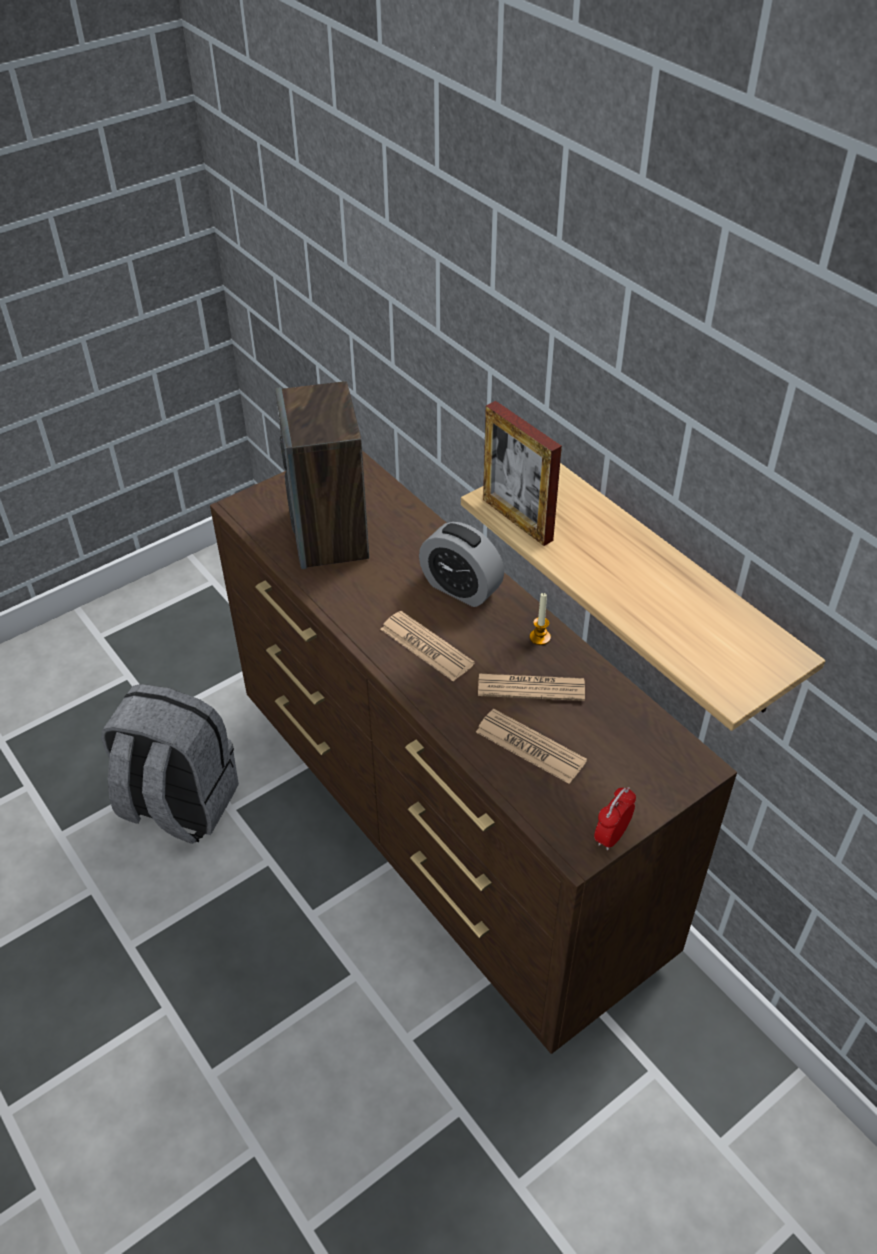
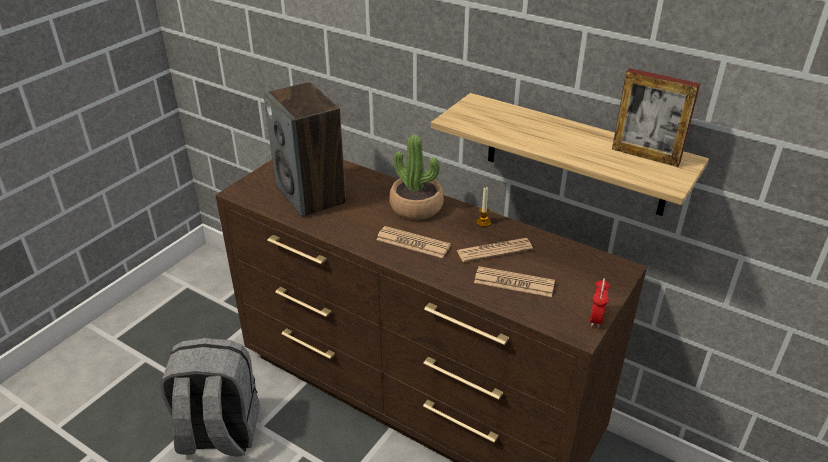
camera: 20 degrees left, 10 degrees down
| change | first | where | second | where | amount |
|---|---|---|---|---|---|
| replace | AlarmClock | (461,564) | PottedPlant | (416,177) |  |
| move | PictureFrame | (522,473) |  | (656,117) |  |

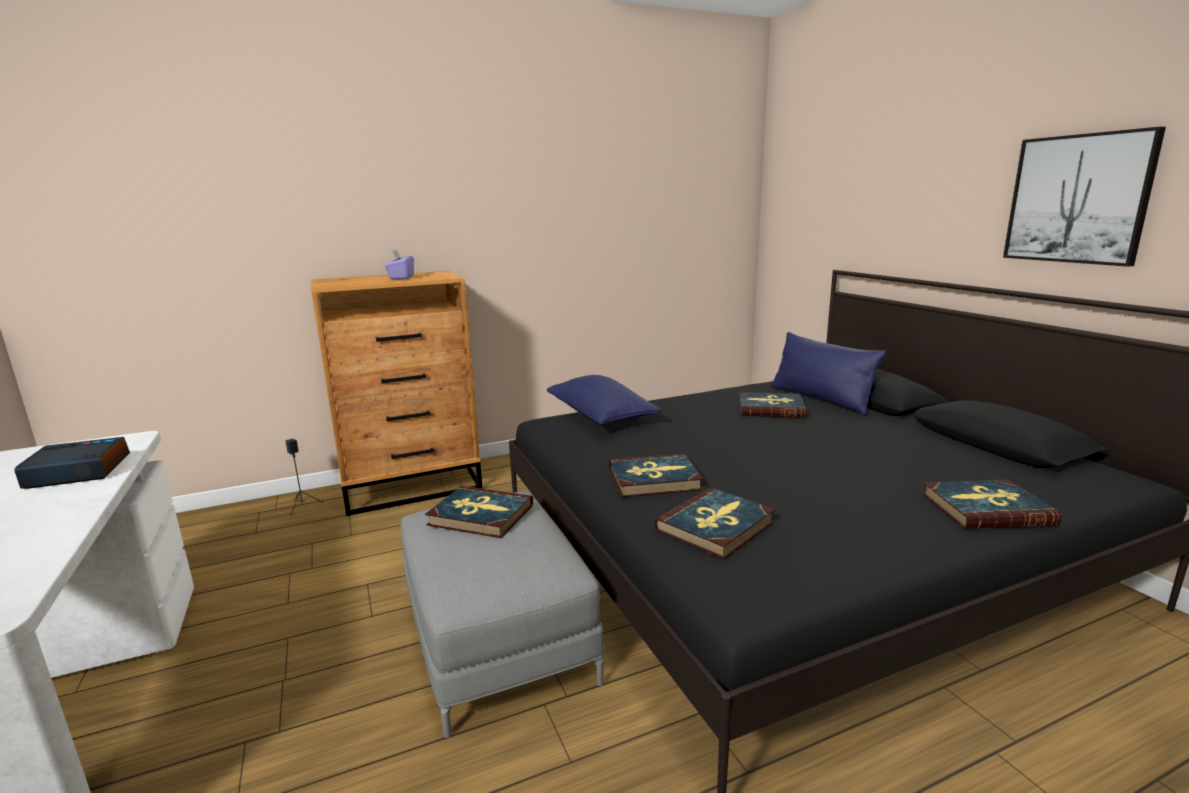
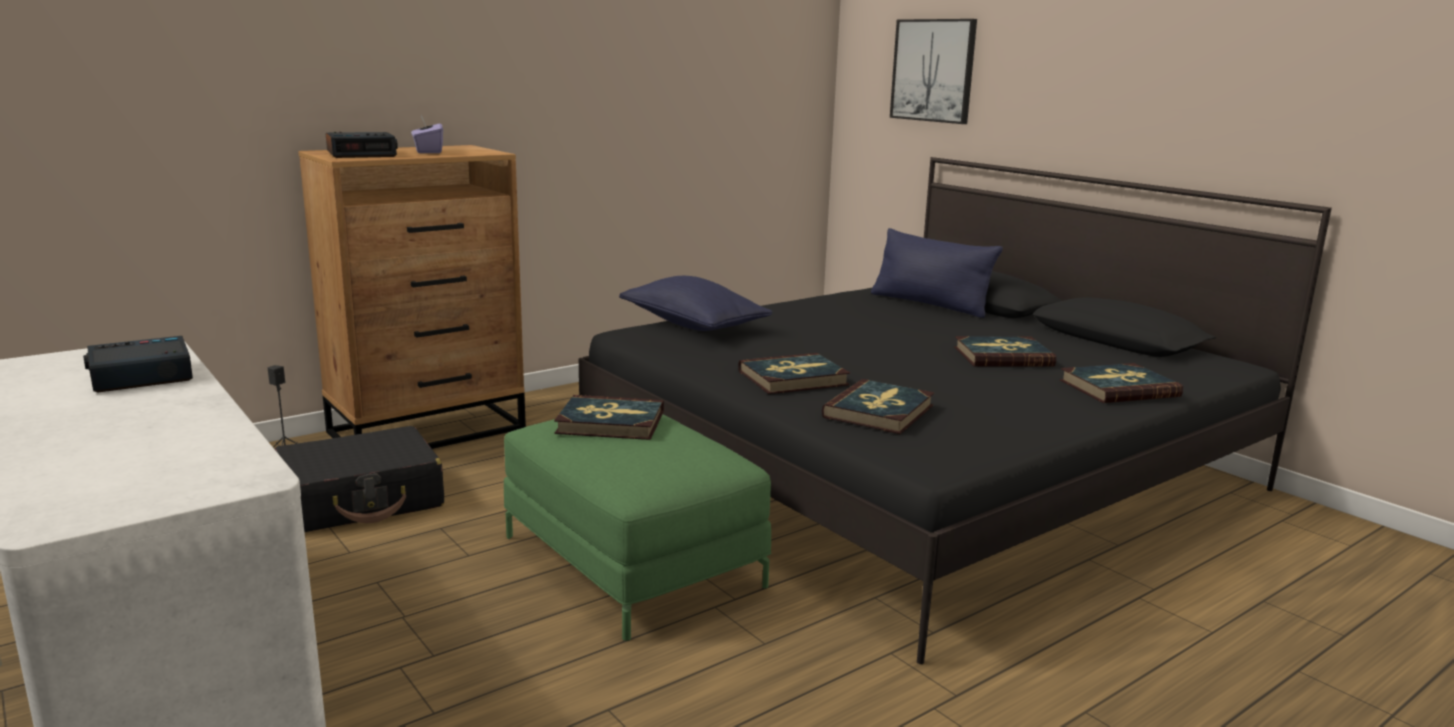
camera: 15 degrees left, 0 degrees up
| change | first | where | second | where | amount |
|---|---|---|---|---|---|
| insert |  |  | BlackSuitcase | (359,479) |  |
| insert |  |  | AlarmClock | (362,145) |  |
| recolor | GreyOttoman | (502,614) | GreenOttoman | (637,527) |  |
| move | Picture | (1084,197) |  | (933,71) |  |
| move | Book | (773,405) |  | (1005,351) |  |

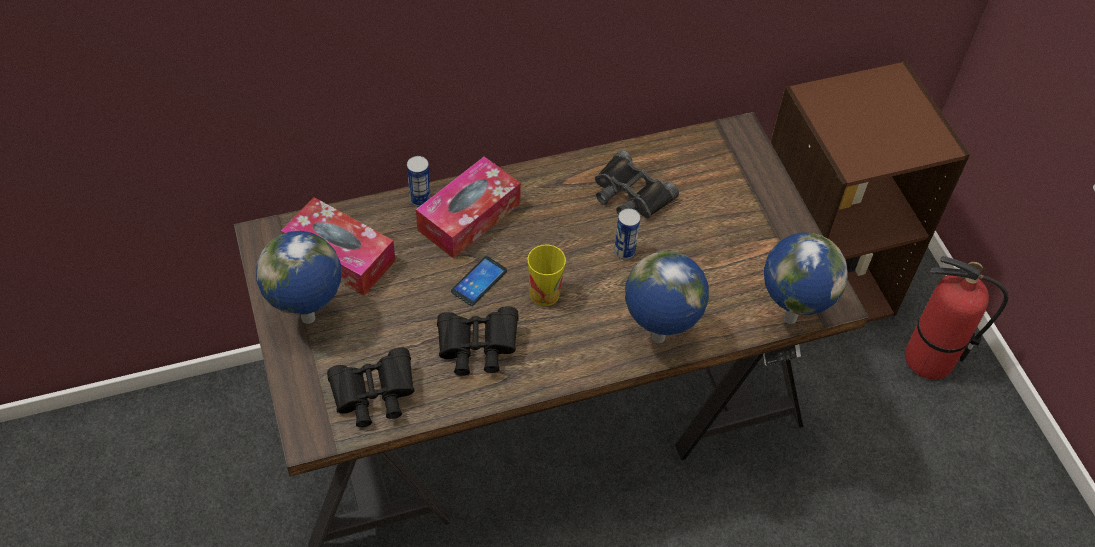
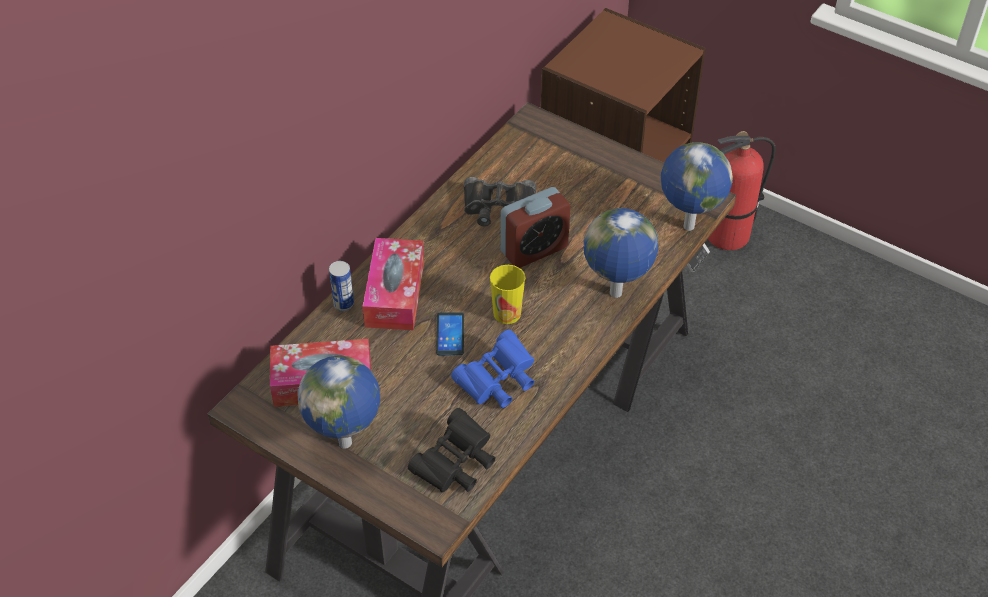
camera: 35 degrees left, 5 degrees down
| change | first | where | second | where | amount |
|---|---|---|---|---|---|
| recolor | BlackBinoculars | (478,340) | BlueBinoculars | (492,368) |  |
| replace | Can | (627,234) | AlarmClock | (535,227) |  |

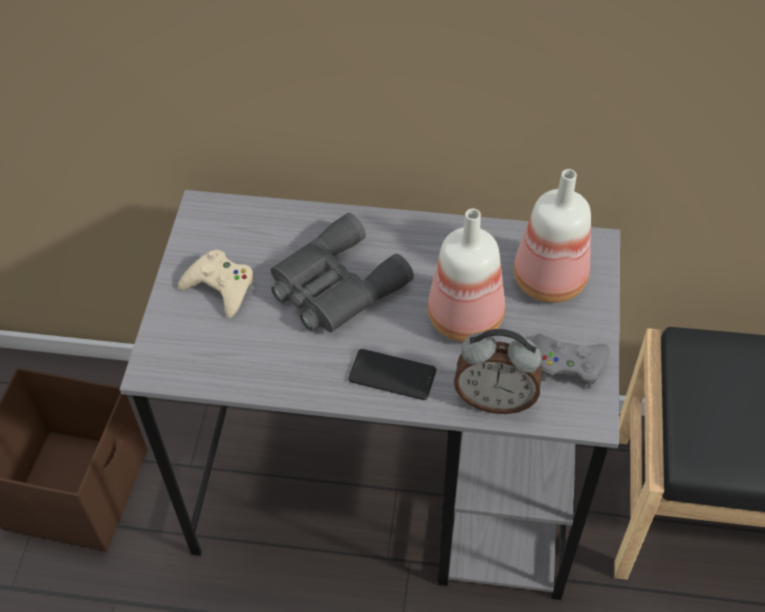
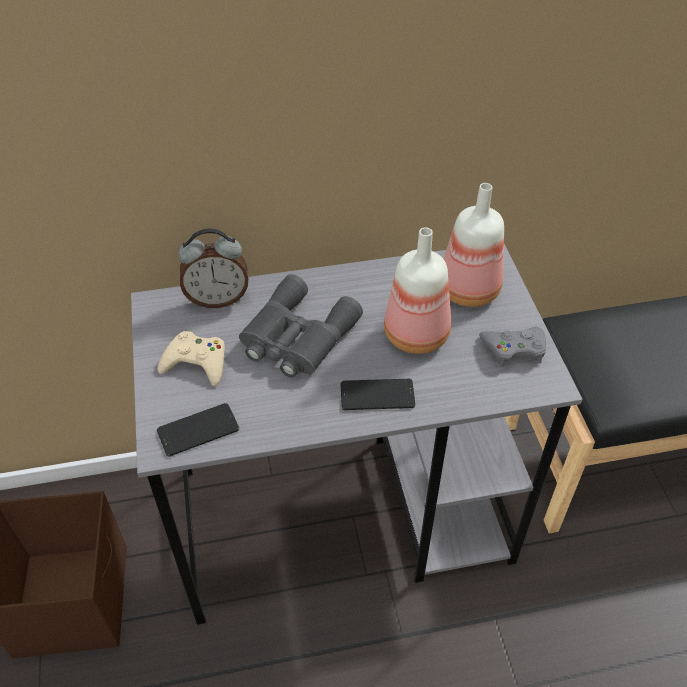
camera: 20 degrees left, 5 degrees down
| change | first | where | second | where | amount |
|---|---|---|---|---|---|
| insert |  |  | Phone | (198,429) |  |
| move | AlarmClock | (498,371) |  | (213,268) |  |

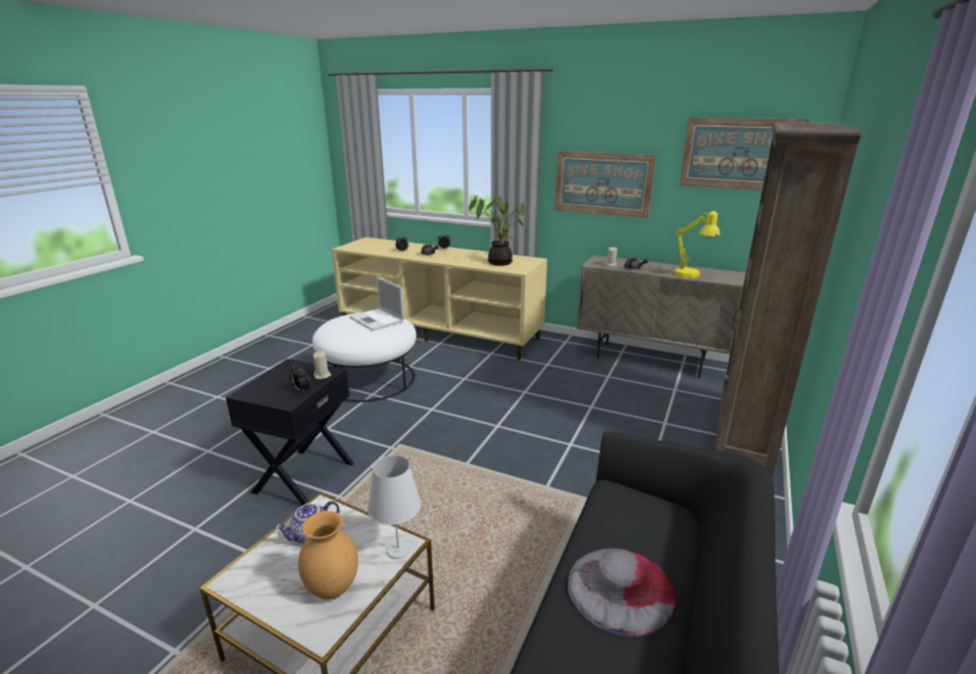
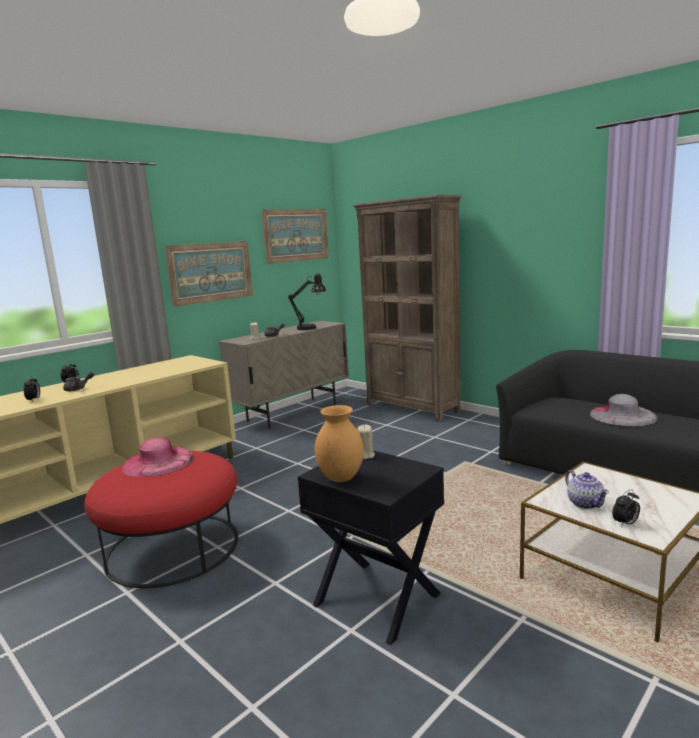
camera: 70 degrees left, 10 degrees down
| change | first | where | second | where | amount |
|---|---|---|---|---|---|
| recolor | WhiteOttoman | (364,357) | RedOttoman | (161,519) |  |
| replace | Laptop | (377,304) | PinkHat | (157,457) |  |
| recolor | YellowTableLamp | (697,244) | BlackTableLamp | (307,301) |  |
| move | BrownVase | (328,555) |  | (339,443) |  |
| move | AlarmClock | (300,378) |  | (626,508) |  |
| delete | WhiteTableLamp | (394,507) |  |  |  |
| delete | PottedPlant | (497,230) |  |  |  |

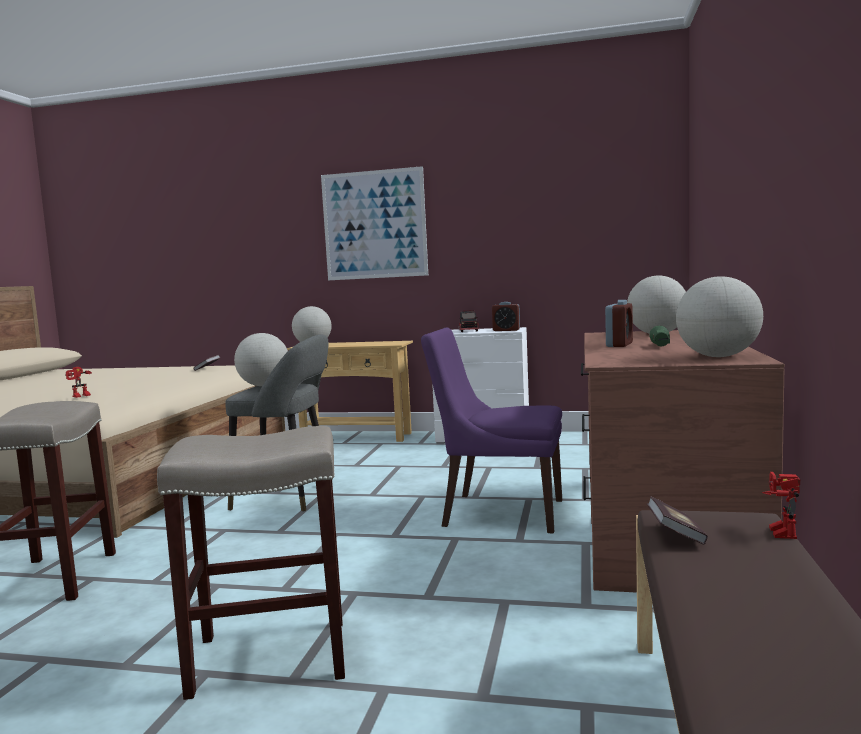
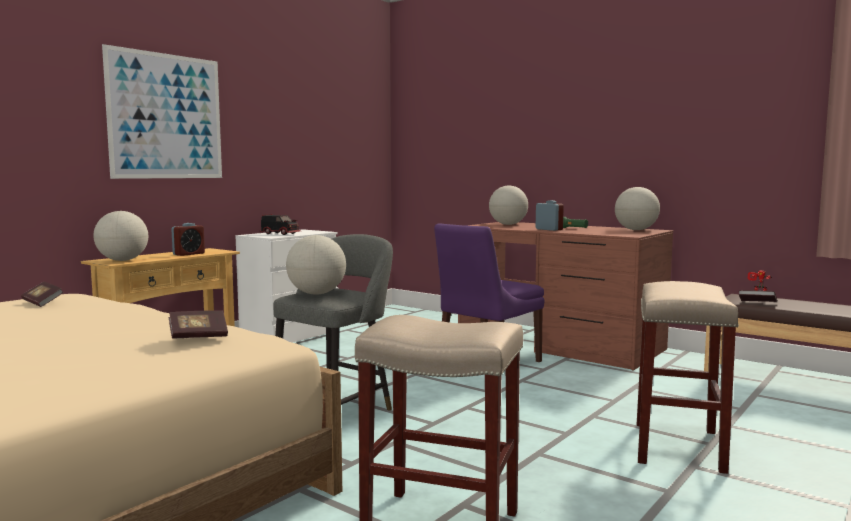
camera: 65 degrees left, 0 degrees up
| change | first | where | second | where | amount |
|---|---|---|---|---|---|
| replace | ToyRobot | (78,382) | Book | (198,325) |  |
| move | AlarmClock | (506,316) |  | (188,239) |  |

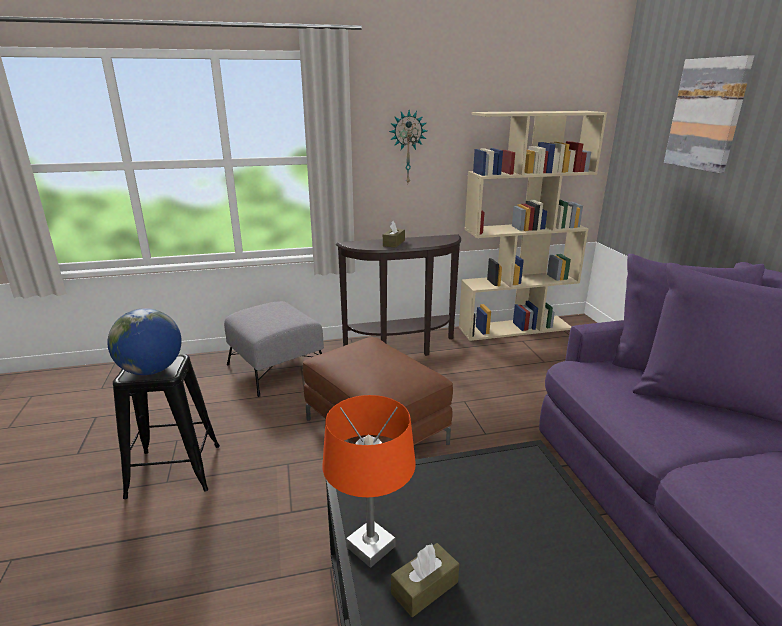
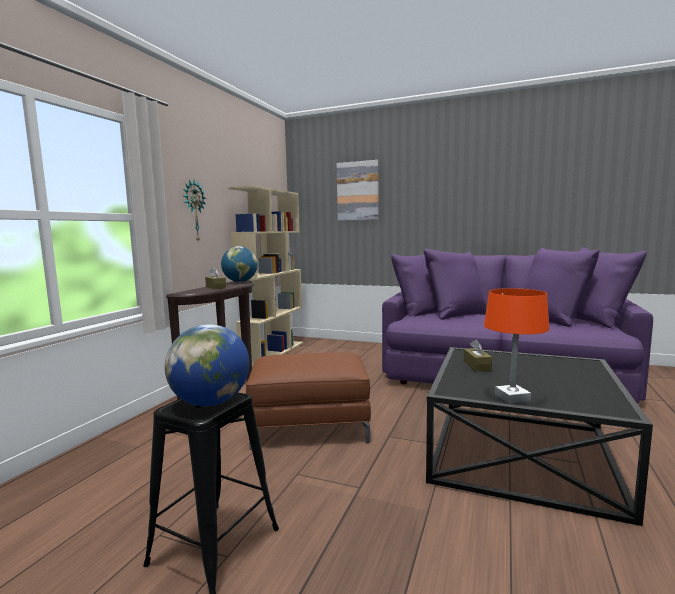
camera: 55 degrees left, 15 degrees down
| change | first | where | second | where | amount |
|---|---|---|---|---|---|
| insert |  |  | Globe | (239,264) |  |
| move | BrownTissueBox | (425,580) |  | (477,355) |  |
| delete | GreyOttoman | (274,349) |  |  |  |

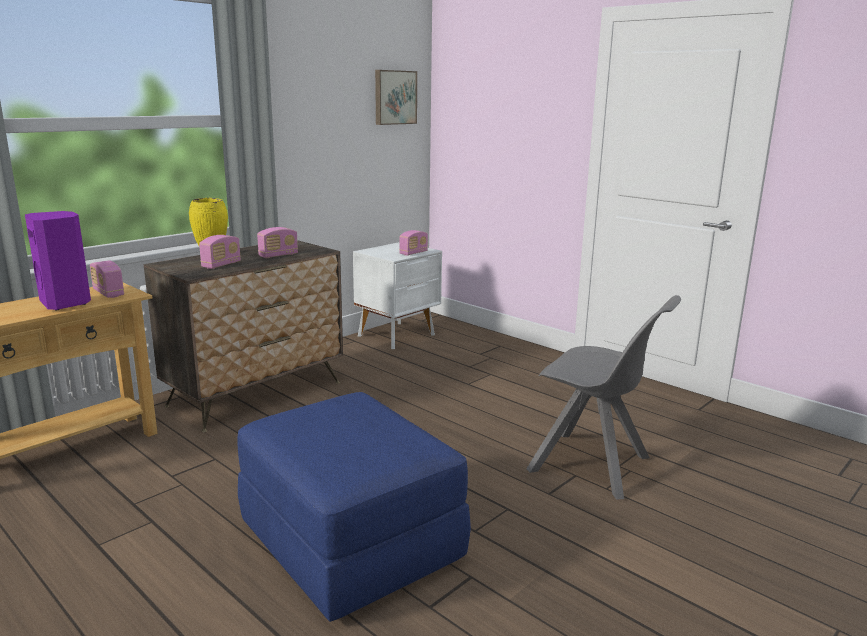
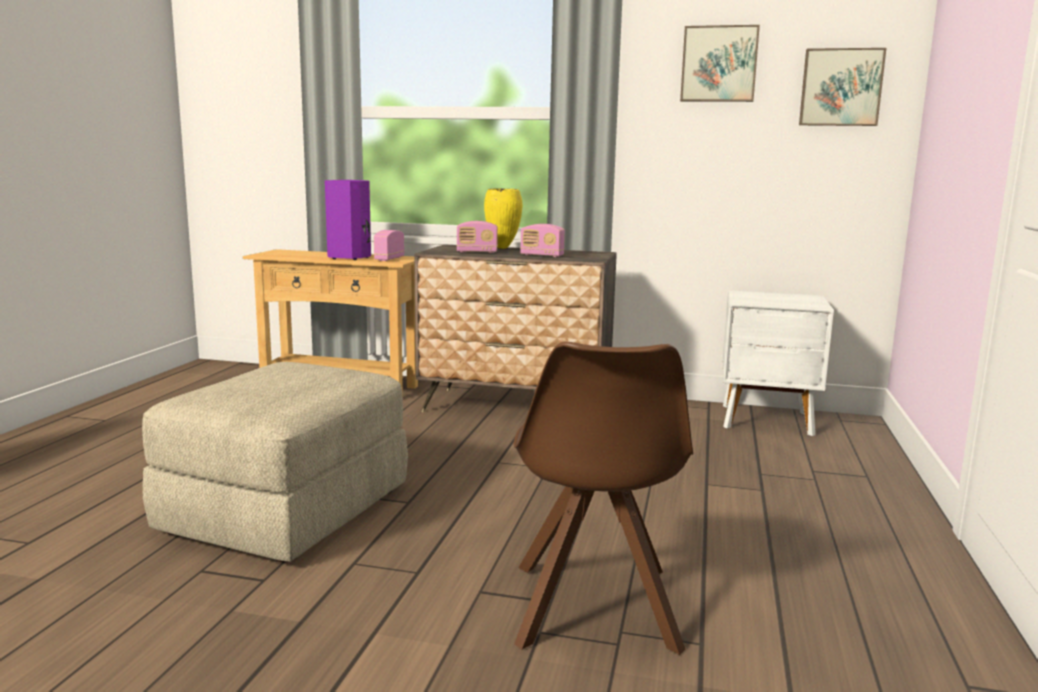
camera: 60 degrees right, 5 degrees down
| change | first | where | second | where | amount |
|---|---|---|---|---|---|
| recolor | BlueOttoman | (354,507) | BeigeOttoman | (275,462) |  |
| recolor | GreyChair | (603,397) | BrownChair | (603,498) |  |
| insert |  |  | Picture | (720,63) |  |
| delete | Radio | (413,243) |  |  |  |

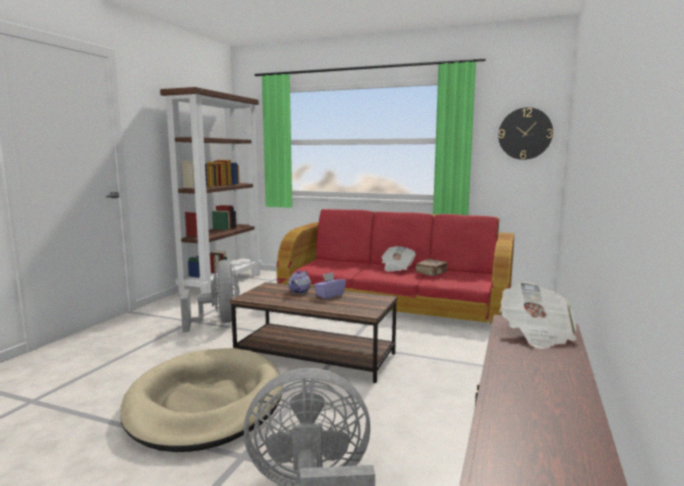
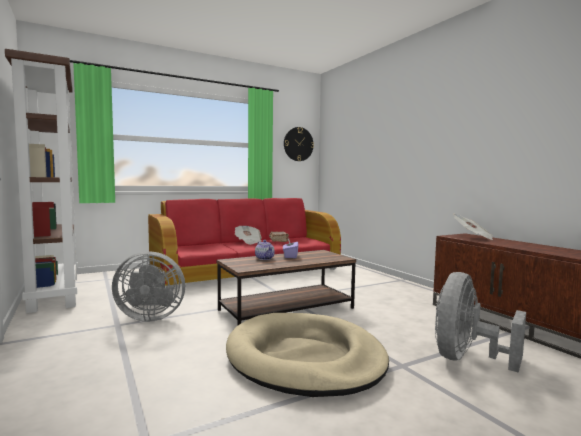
camera: 50 degrees left, 5 degrees down
| change | first | where | second | where | amount |
|---|---|---|---|---|---|
| rotate | GreyFan | (210,296) |  | (148,286) | 150 degrees clockwise |

